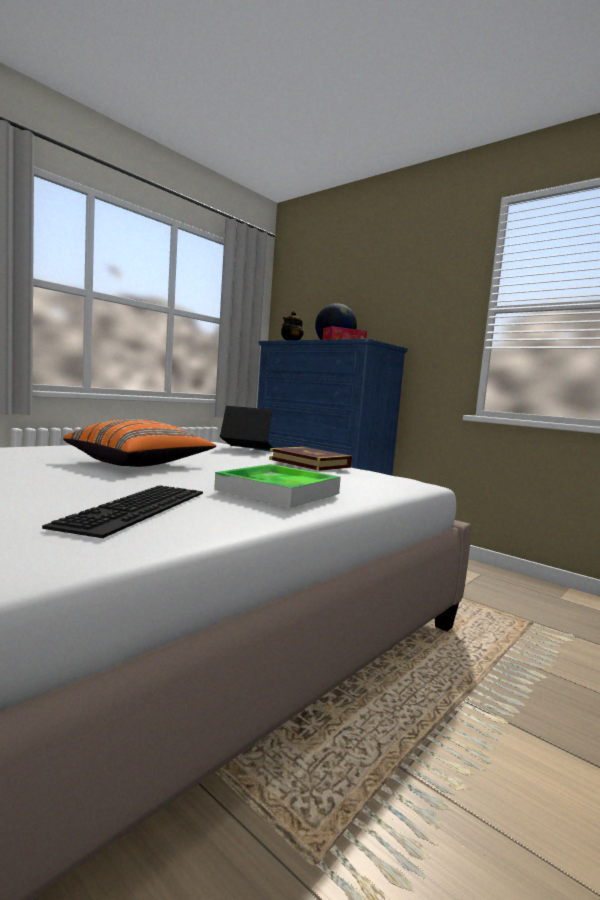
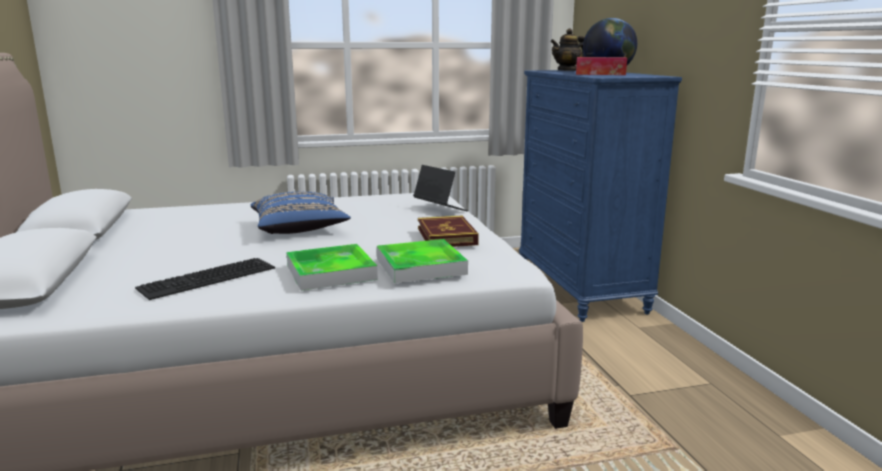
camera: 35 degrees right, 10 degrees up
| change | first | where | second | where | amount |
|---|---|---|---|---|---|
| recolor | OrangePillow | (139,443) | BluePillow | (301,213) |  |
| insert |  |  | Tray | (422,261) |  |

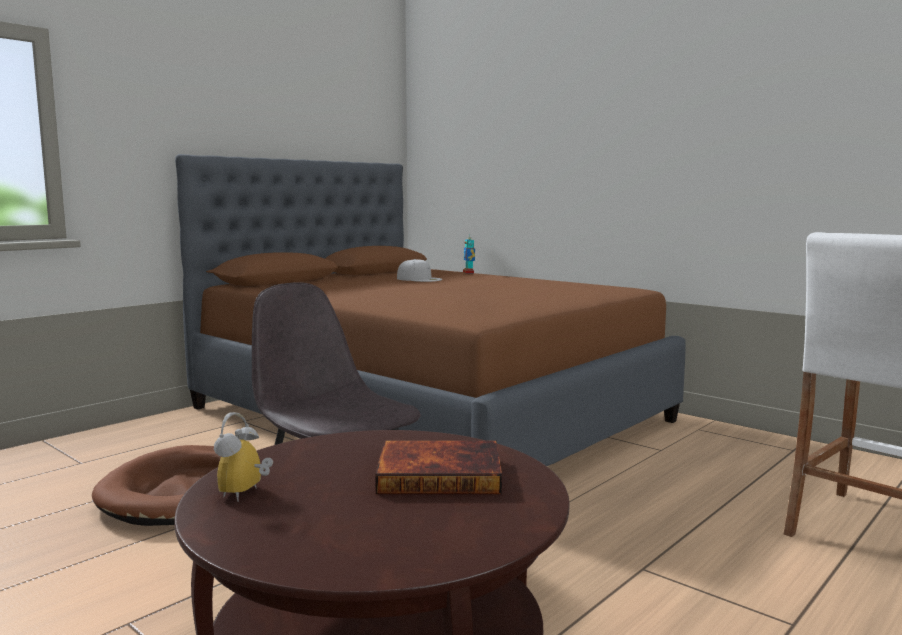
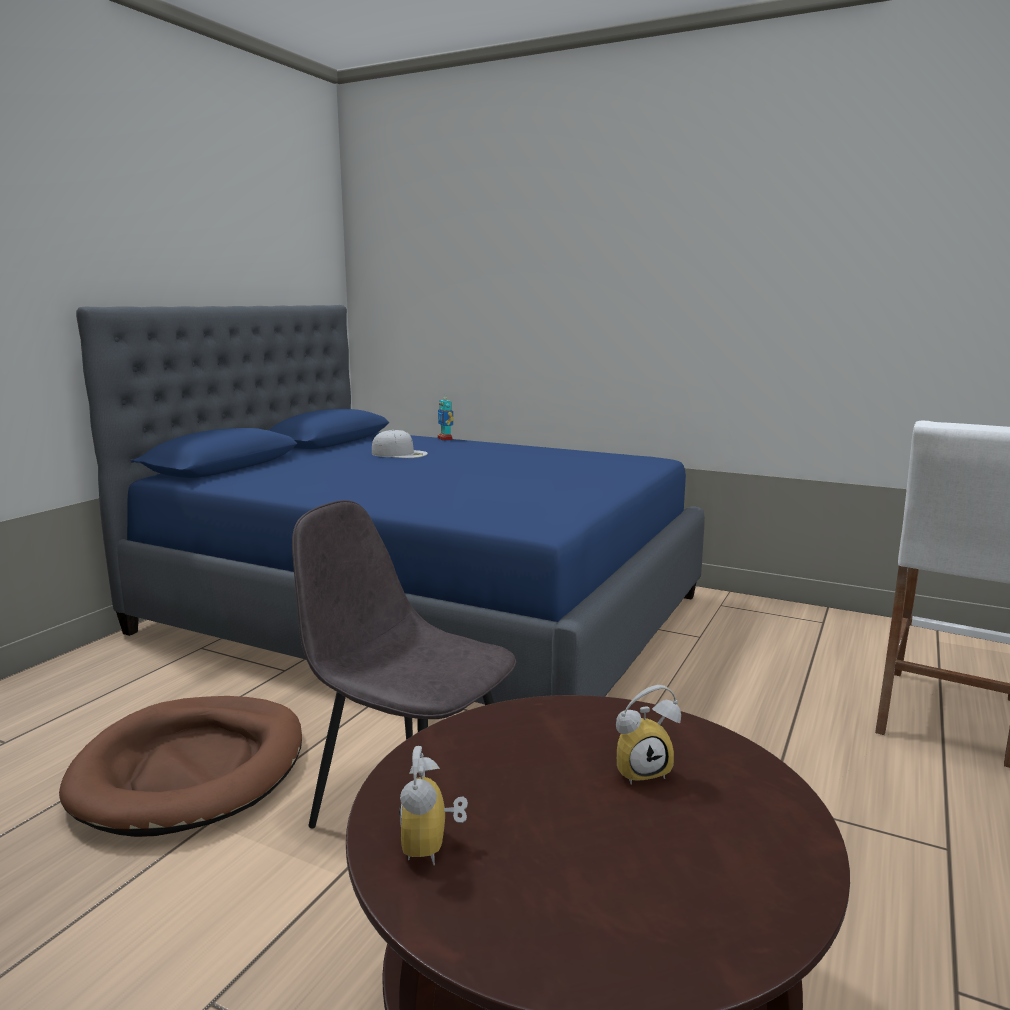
camera: 15 degrees left, 5 degrees up
| change | first | where | second | where | amount |
|---|---|---|---|---|---|
| recolor | BrownBed | (430,310) | BlueBed | (390,504) |  |
| replace | Book | (438,467) | AlarmClock | (648,735) |  |

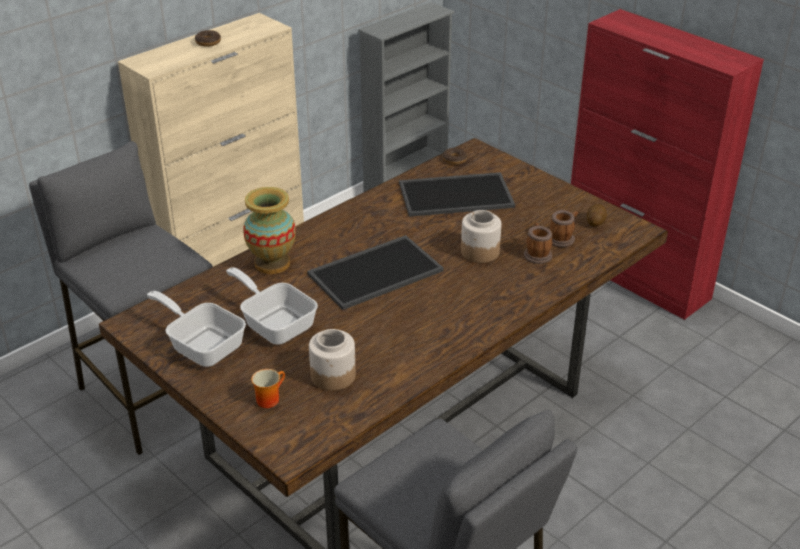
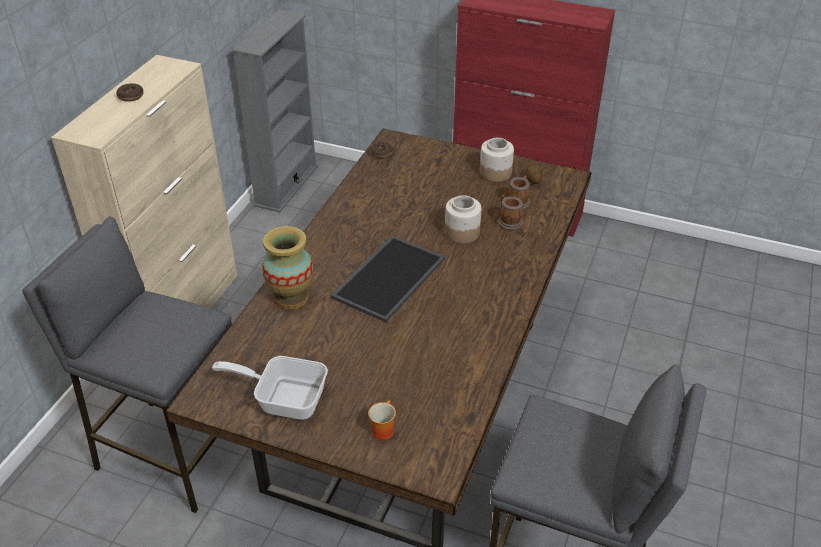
camera: 25 degrees left, 5 degrees up
| change | first | where | second | where | amount |
|---|---|---|---|---|---|
| move | Jar | (332,360) |  | (497,160) |  |
| delete | FryingPan | (272,306) |  |  |  |
| delete | Tray | (457,194) |  |  |  |

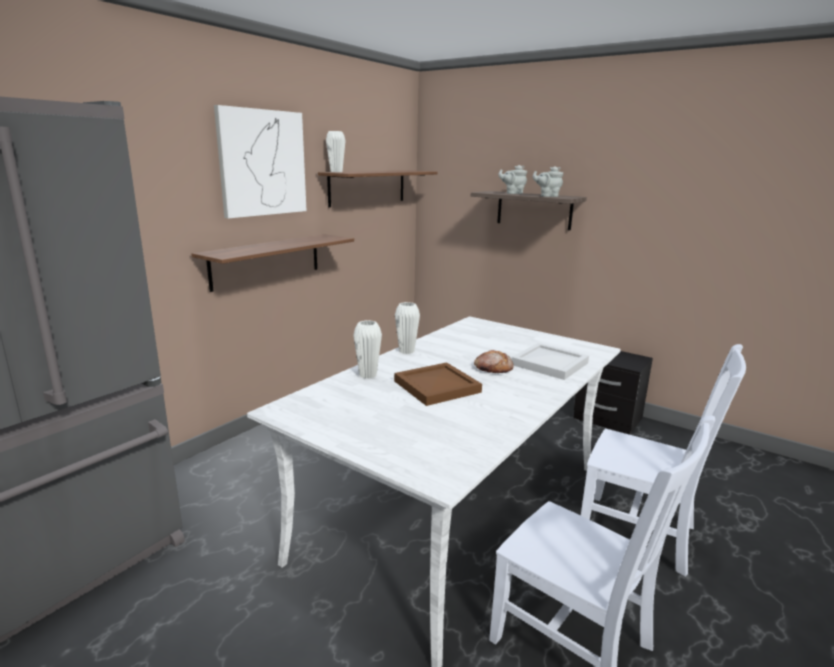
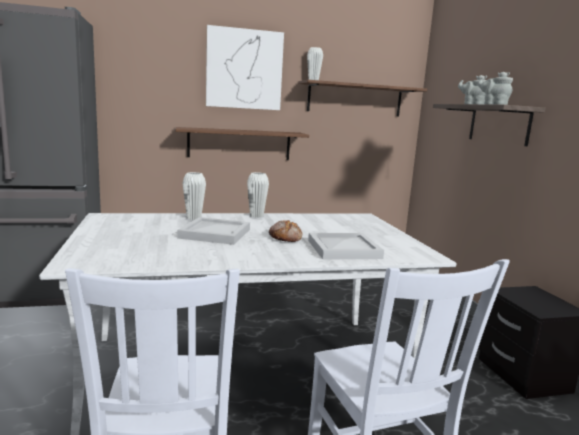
camera: 40 degrees right, 5 degrees down
| change | first | where | second | where | amount |
|---|---|---|---|---|---|
| recolor | BrownTray | (438,384) | WhiteTray | (213,231) |  |

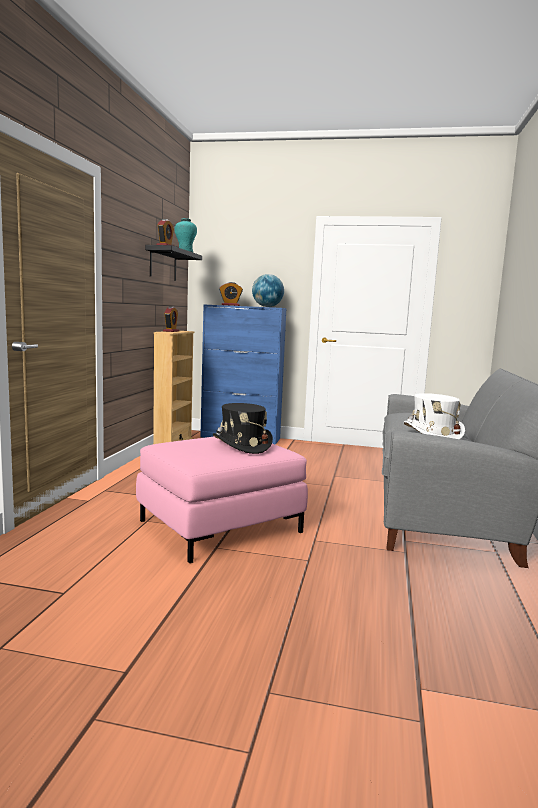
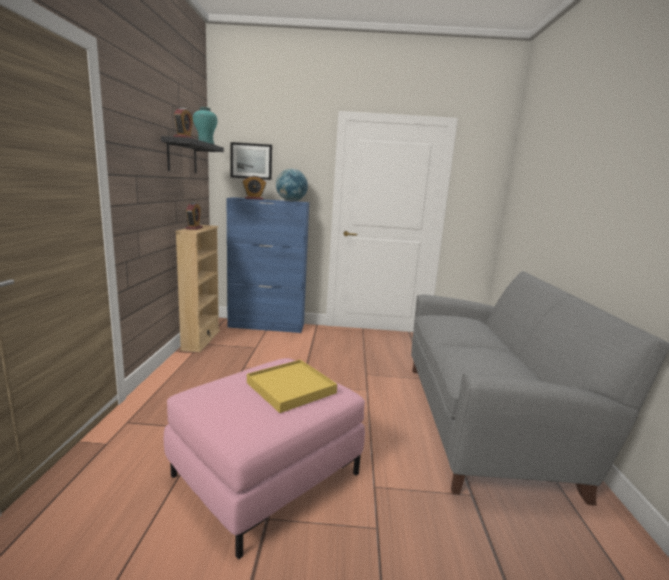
camera: 10 degrees left, 5 degrees up
| change | first | where | second | where | amount |
|---|---|---|---|---|---|
| insert |  |  | Picture | (251,161) |  |
| replace | BlackHat | (243,428) | YellowTray | (292,386) |  |
| delete | WhiteHat | (434,416) |  |  |  |

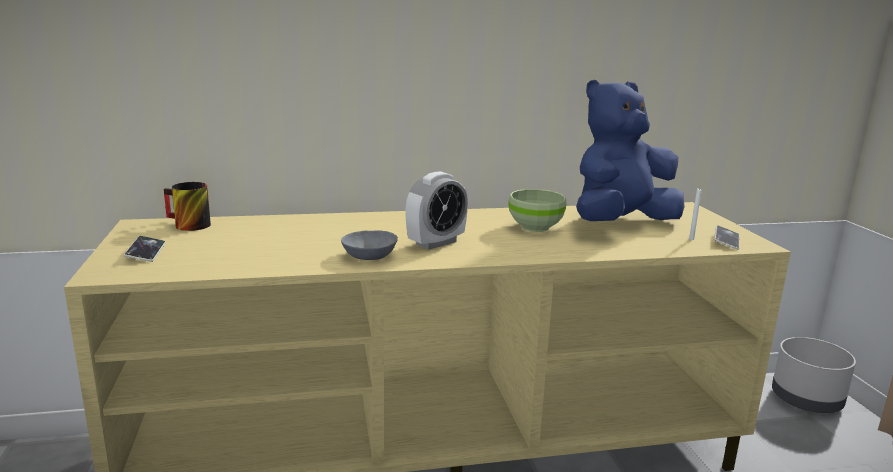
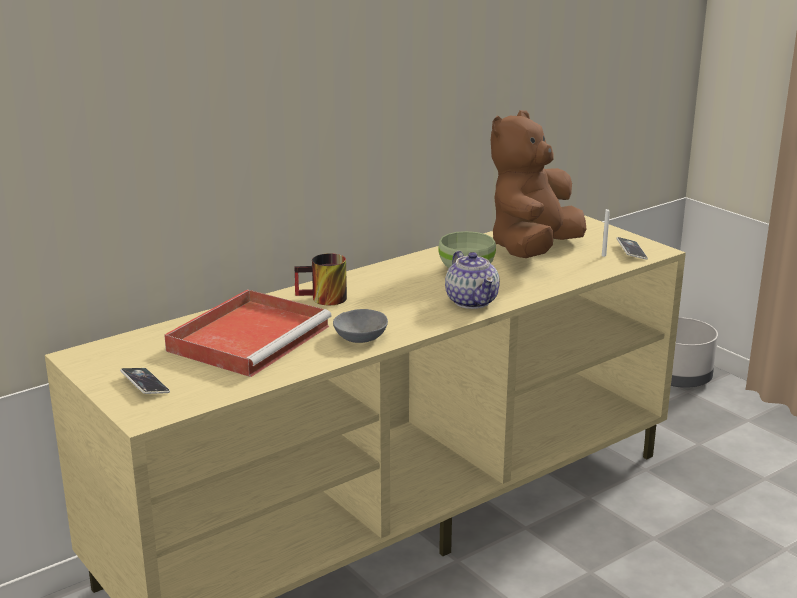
camera: 25 degrees left, 5 degrees up
| change | first | where | second | where | amount |
|---|---|---|---|---|---|
| insert |  |  | RedTray | (248,333) |  |
| move | Mug | (187,206) |  | (320,279) |  |
| insert |  |  | Teapot | (472,280) |  |
| recolor | BluePlushToy | (630,150) | BrownPlushToy | (539,184) |  |
| delete | AlarmClock | (436,210) |  |  |  |

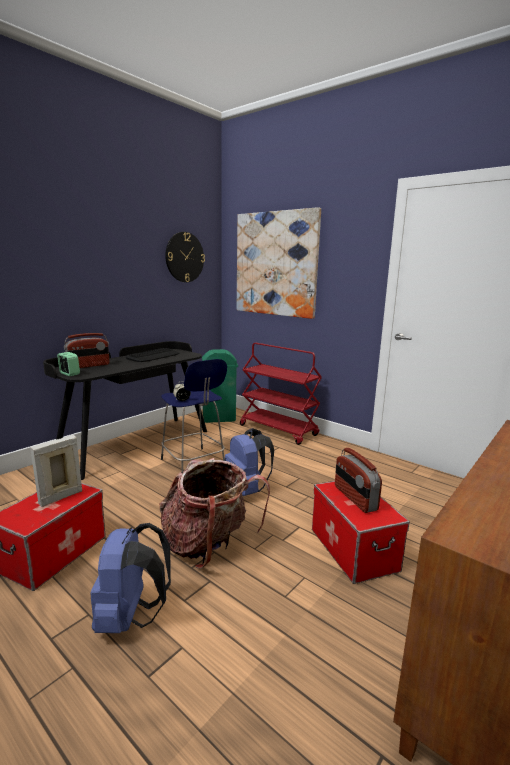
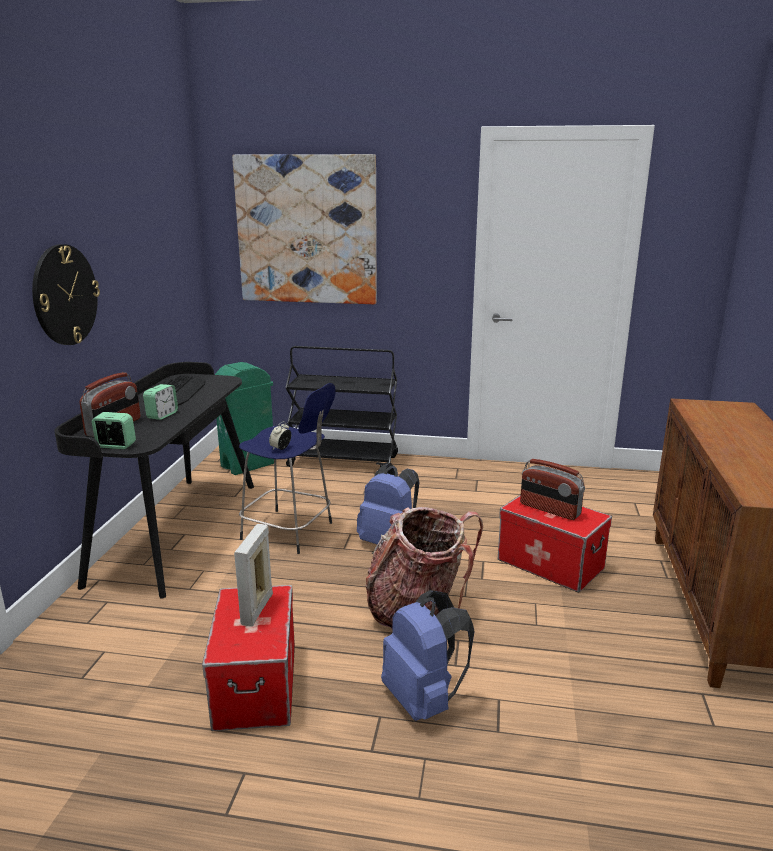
camera: 30 degrees left, 5 degrees up
| change | first | where | second | where | amount |
|---|---|---|---|---|---|
| move | WallClock | (185,257) |  | (66,294) |  |
| insert |  |  | AlarmClock | (160,402) |  |
| recolor | RedCart | (281,394) | BlackCart | (341,406) |  |

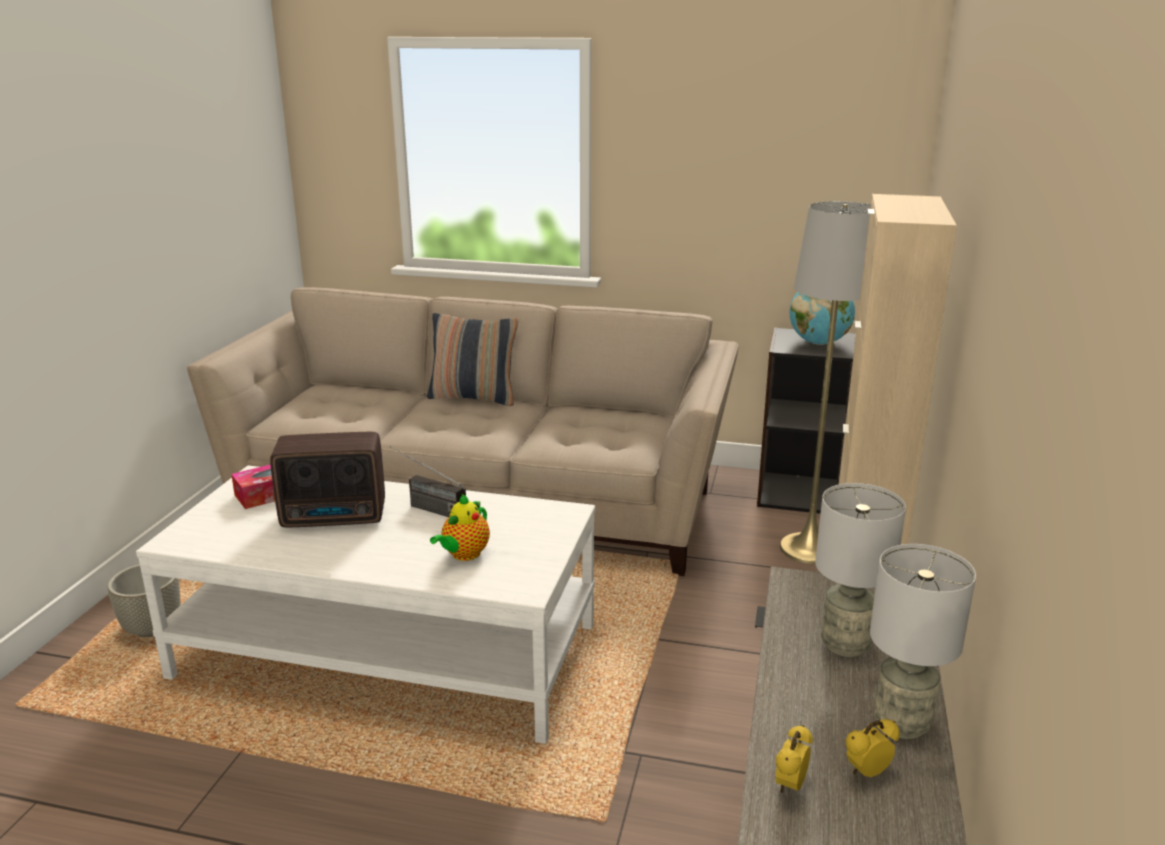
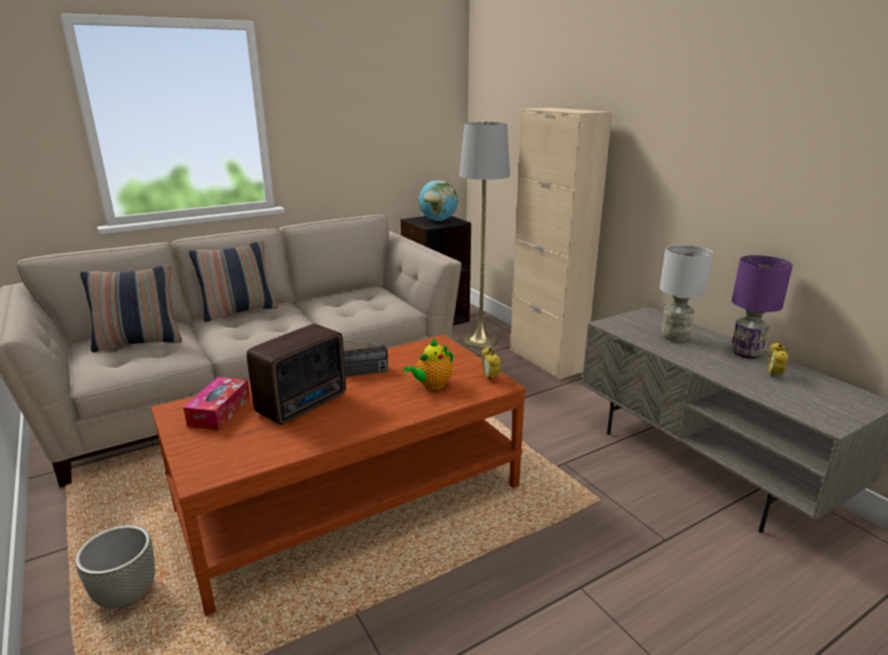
camera: 45 degrees left, 0 degrees up
| change | first | where | second | where | amount |
|---|---|---|---|---|---|
| insert |  |  | Pillow | (131,308) |  |
| recolor | WhiteCoffeeTable | (365,604) | BrownCoffeeTable | (338,475) |  |
| rotate | Teapot | (460,527) |  | (428,364) | 60 degrees clockwise |
| move | AlarmClock | (794,759) |  | (491,364) |  |
| recolor | GreyTableLamp | (923,641) | PurpleTableLamp | (762,307) |  |

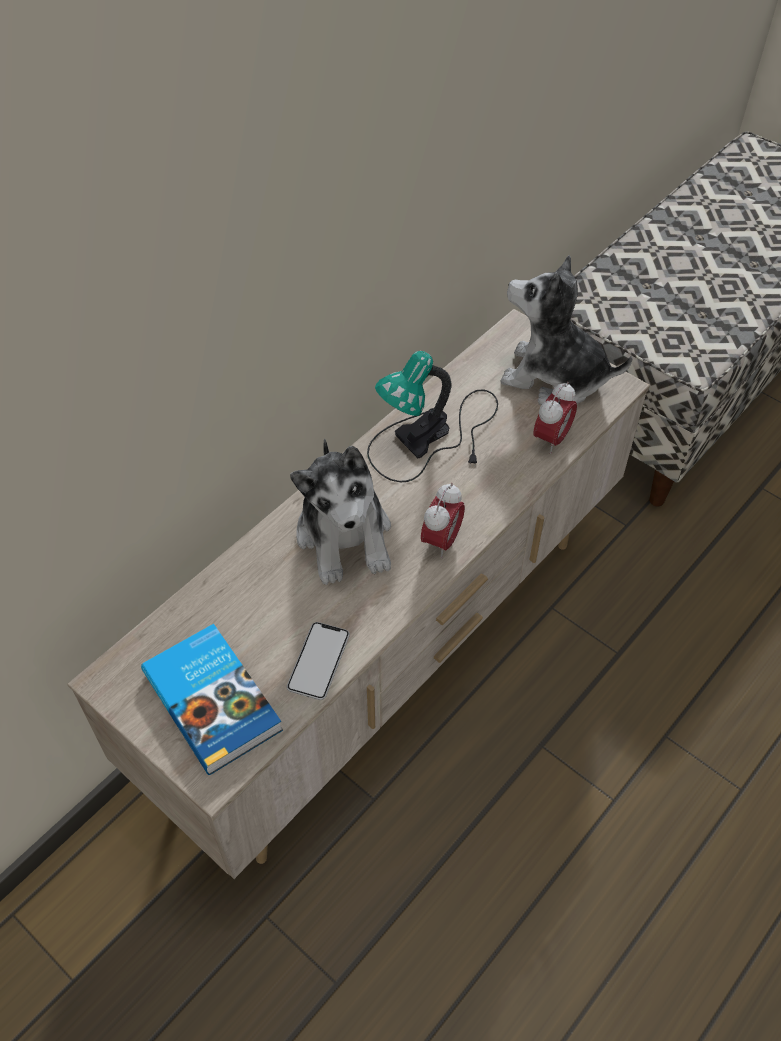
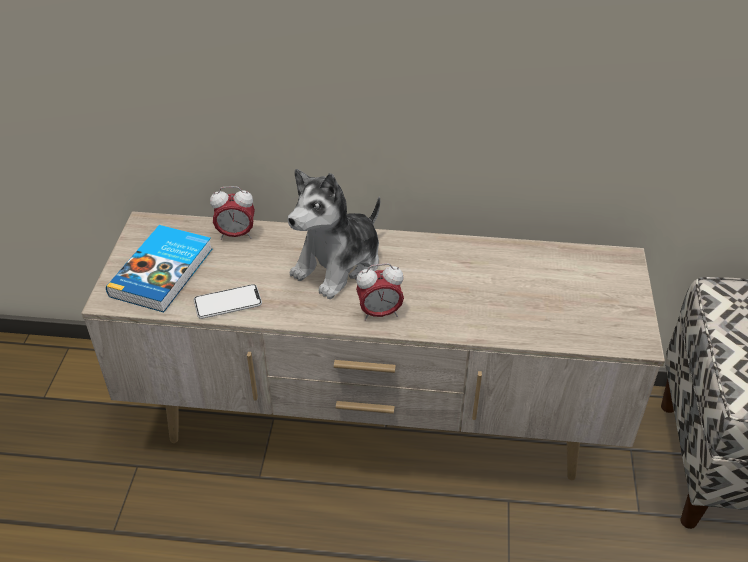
camera: 55 degrees right, 10 degrees down
| change | first | where | second | where | amount |
|---|---|---|---|---|---|
| move | AlarmClock | (555,418) |  | (232,213) |  |
| delete | TableLamp | (432,416) |  |  |  |
| delete | PlushToy | (566,330) |  |  |  |

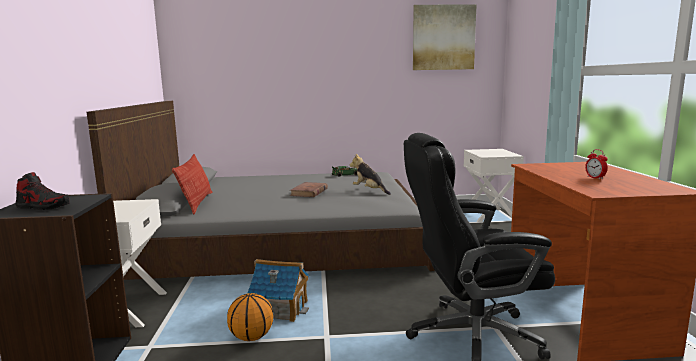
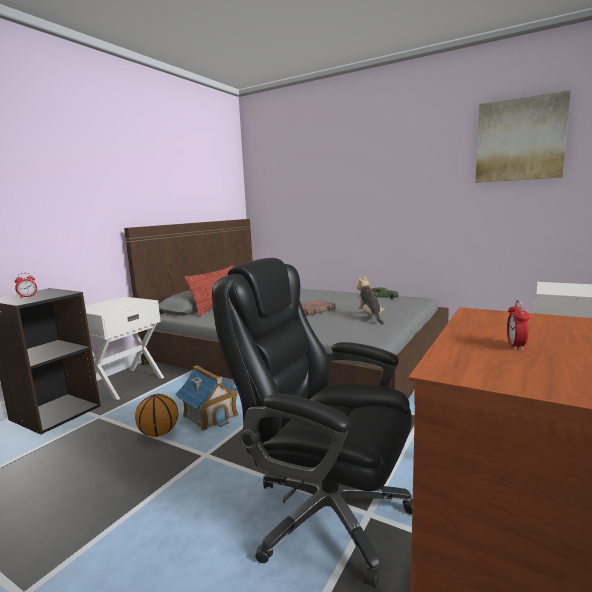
camera: 35 degrees right, 0 degrees up
| change | first | where | second | where | amount |
|---|---|---|---|---|---|
| replace | Shoe | (43,191) | AlarmClock | (26,285) |  |

